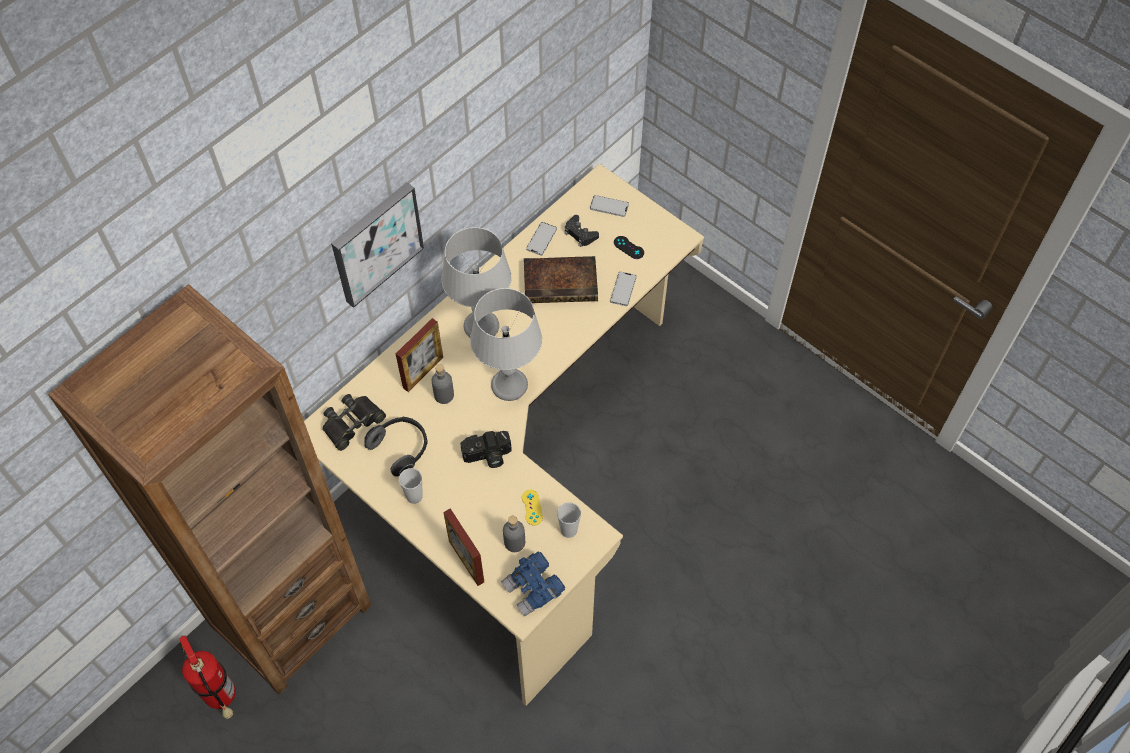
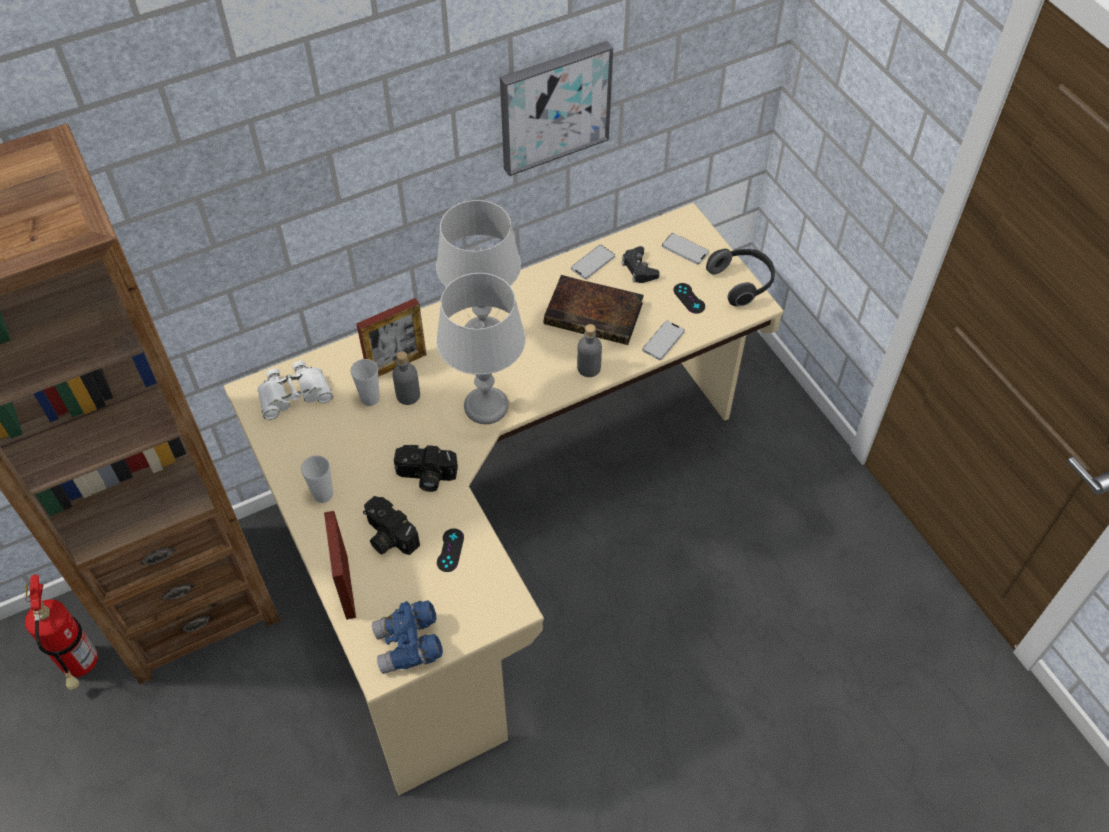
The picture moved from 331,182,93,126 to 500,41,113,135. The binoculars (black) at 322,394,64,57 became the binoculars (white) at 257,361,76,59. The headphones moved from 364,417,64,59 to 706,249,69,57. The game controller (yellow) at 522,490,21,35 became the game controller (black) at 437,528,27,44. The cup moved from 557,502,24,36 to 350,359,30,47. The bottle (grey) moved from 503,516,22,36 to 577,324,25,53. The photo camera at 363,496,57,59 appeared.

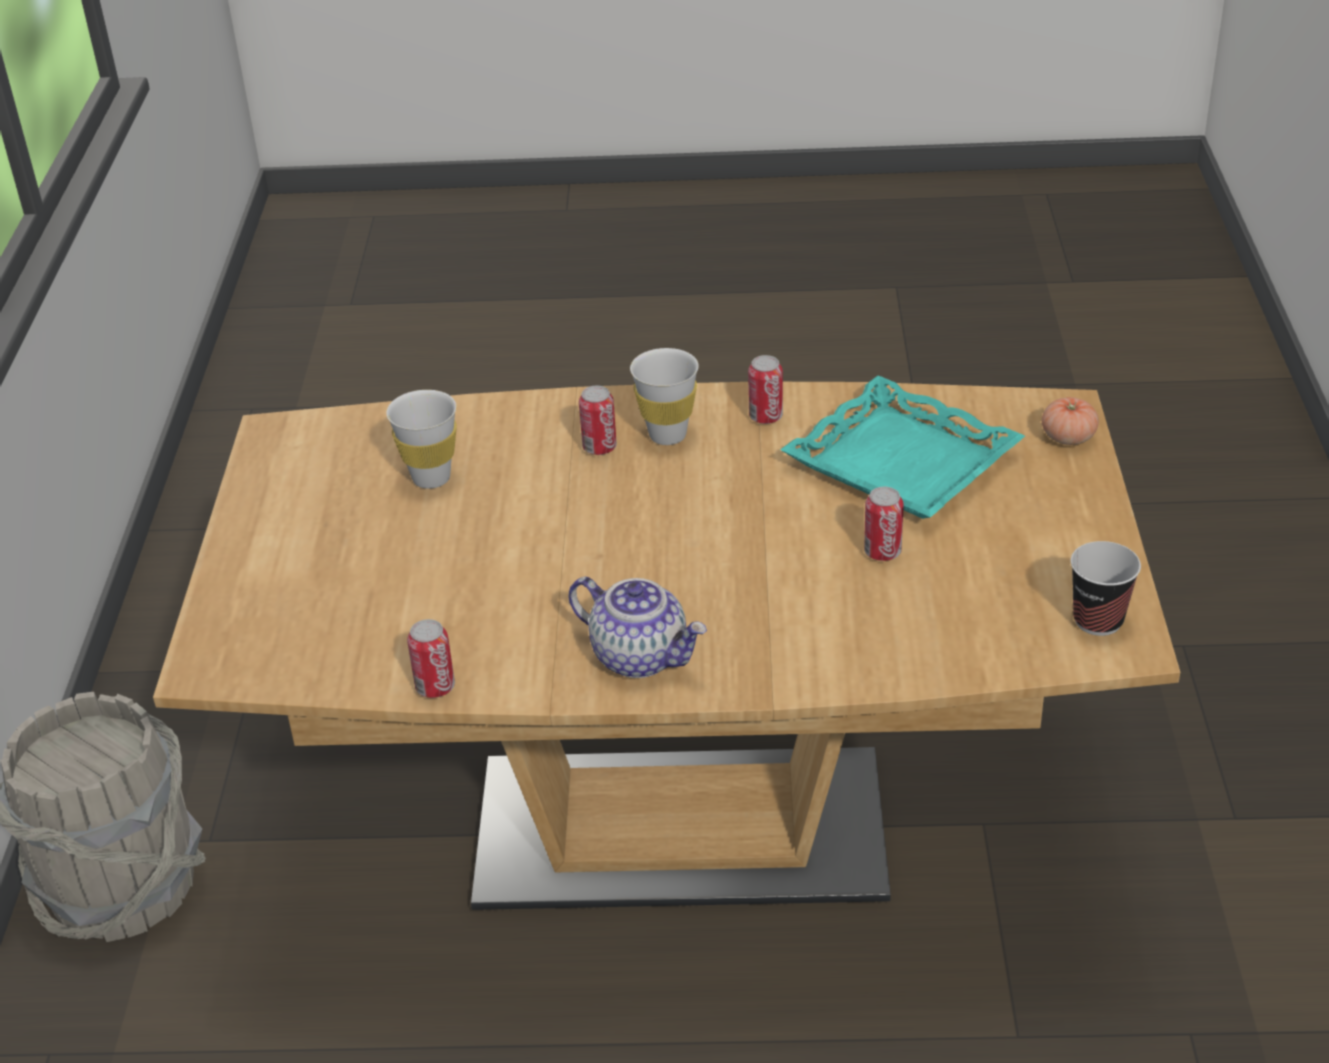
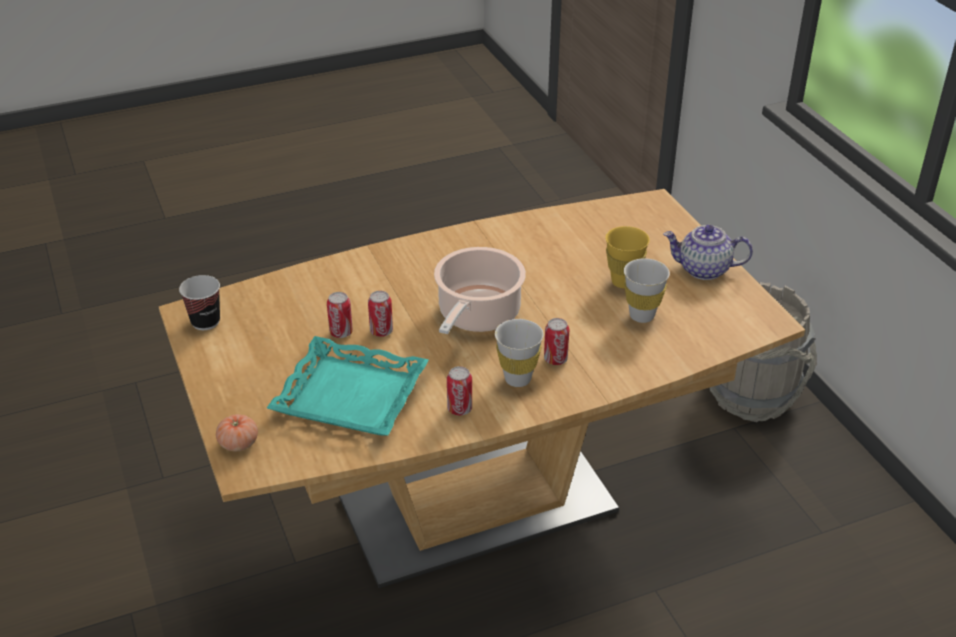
The teapot moved from 568,577,139,101 to 663,225,90,55. The can moved from 407,619,48,79 to 368,291,25,46. The cup (yellow) at 605,226,45,62 appeared. The cooking pot at 434,247,92,87 appeared.

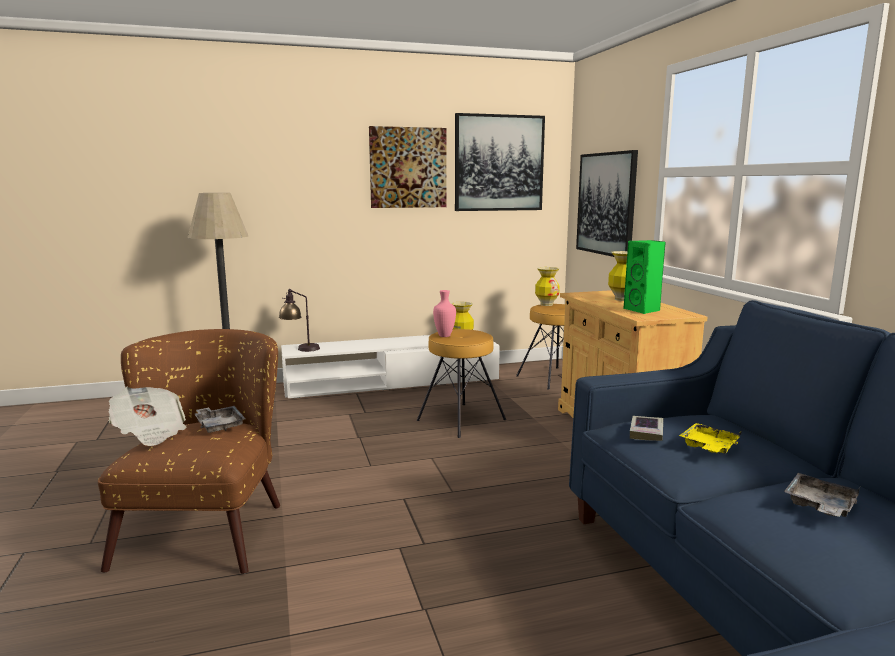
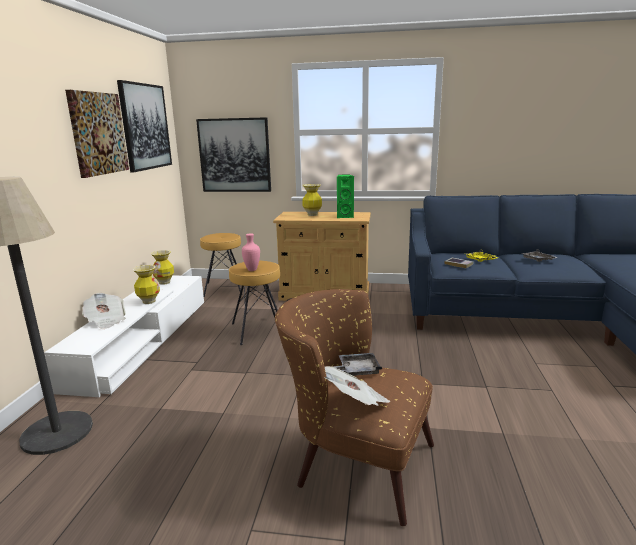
The vase moved from 535,267,25,39 to 133,265,27,39. The table lamp at 279,289,41,63 disappeared. The newspaper at 82,293,44,36 appeared.

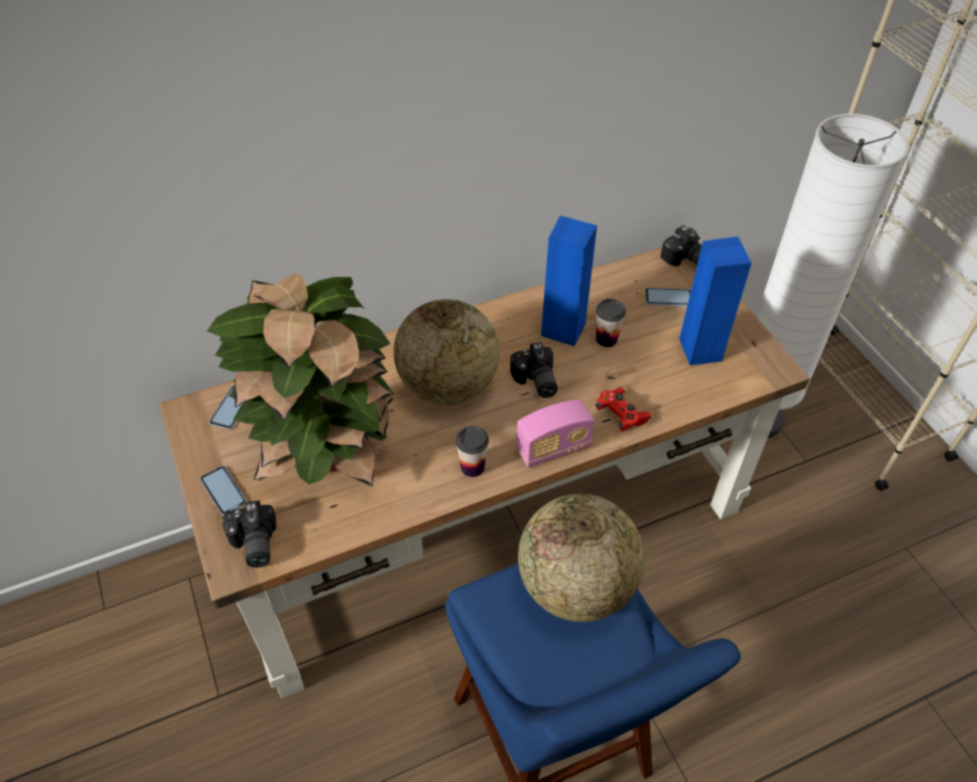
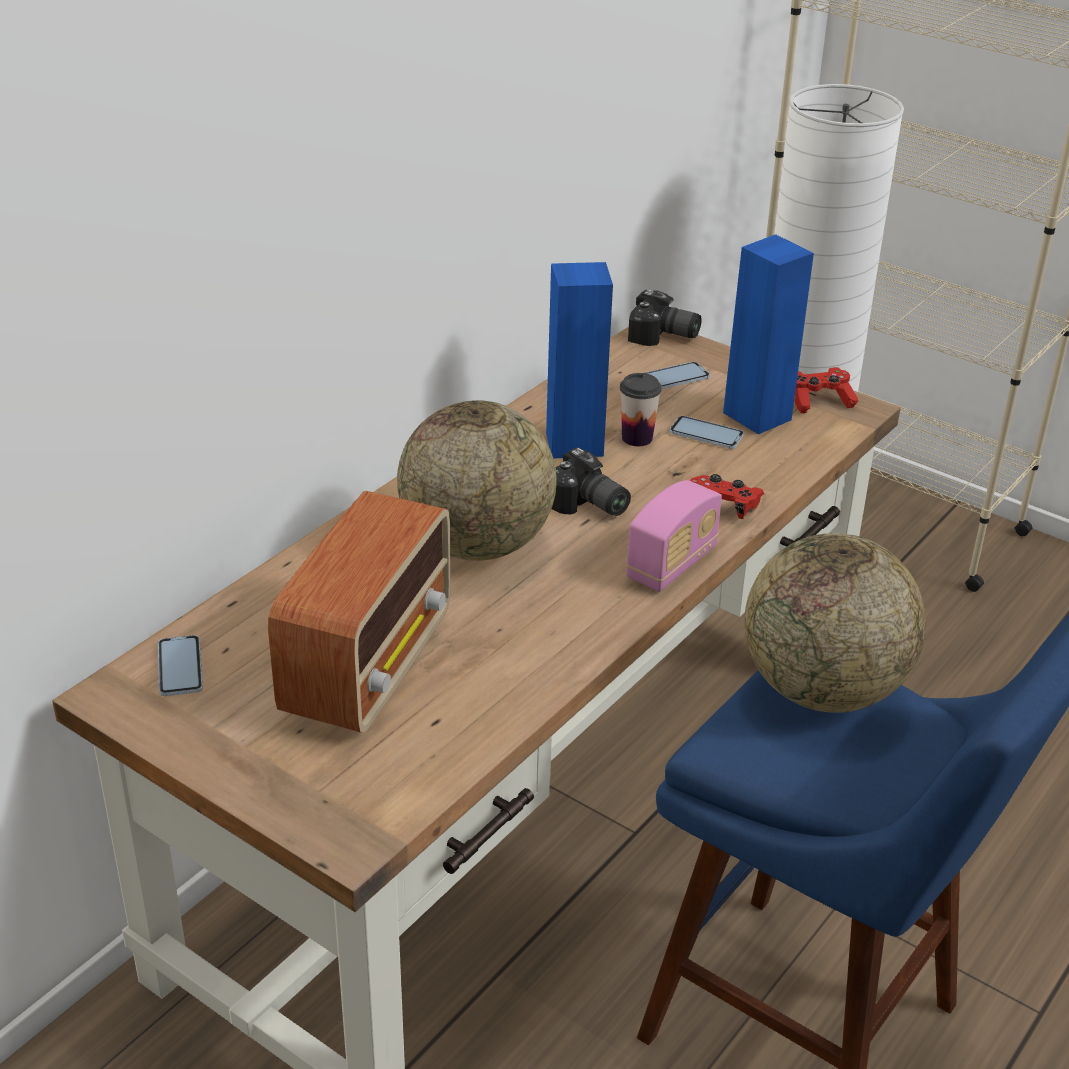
The potted plant at 207,274,187,213 was replaced by the radio at 268,491,183,242. The cup at 456,426,33,51 disappeared. The phone moved from 200,466,47,49 to 670,416,74,33. The photo camera at 222,500,55,68 disappeared. The game controller (red) at 795,367,64,46 appeared.

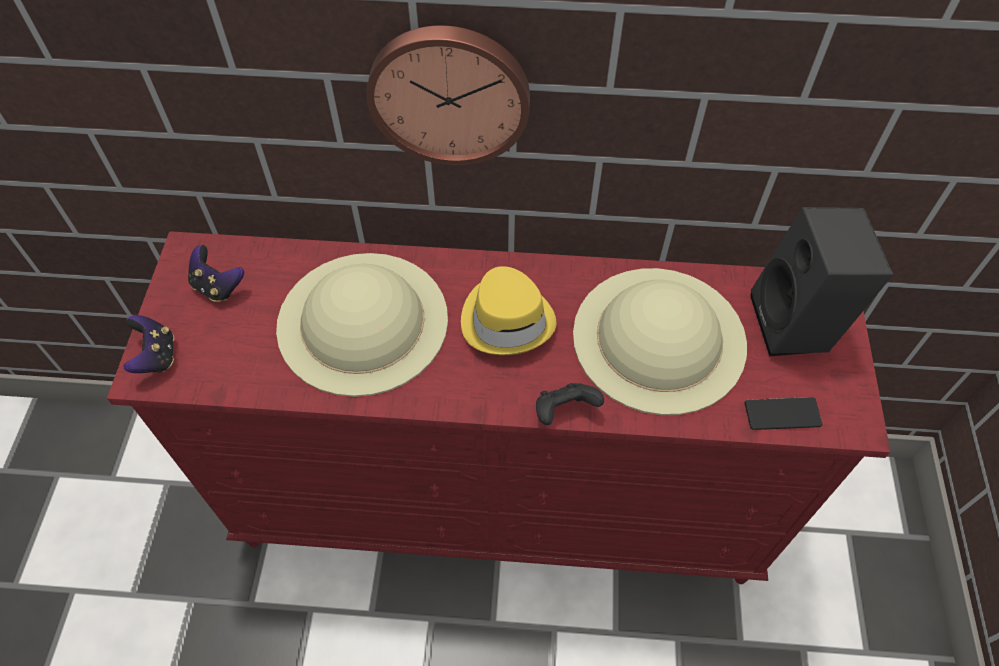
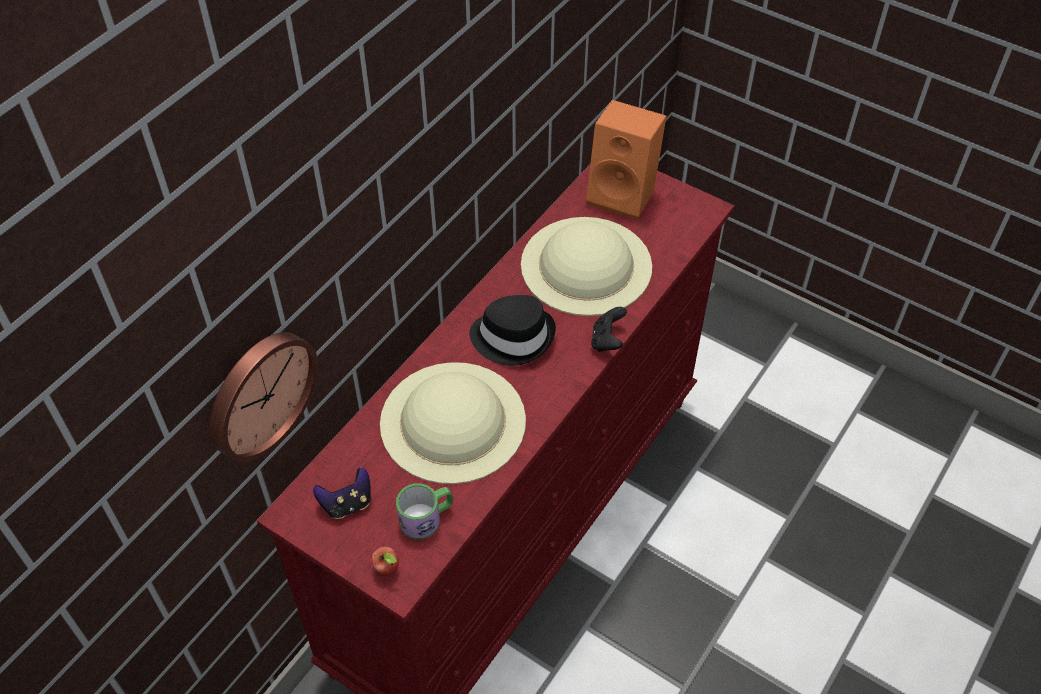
The wall clock moved from 366,25,164,140 to 210,332,108,130. The speaker (black) at 750,207,143,149 became the speaker (orange) at 586,100,80,120. The hat (yellow) at 461,266,95,89 became the hat (black) at 469,295,87,71. The game controller at 123,315,51,58 was replaced by the apple at 371,547,28,29. The phone at 745,397,77,33 disappeared. The mug at 396,483,57,57 appeared.

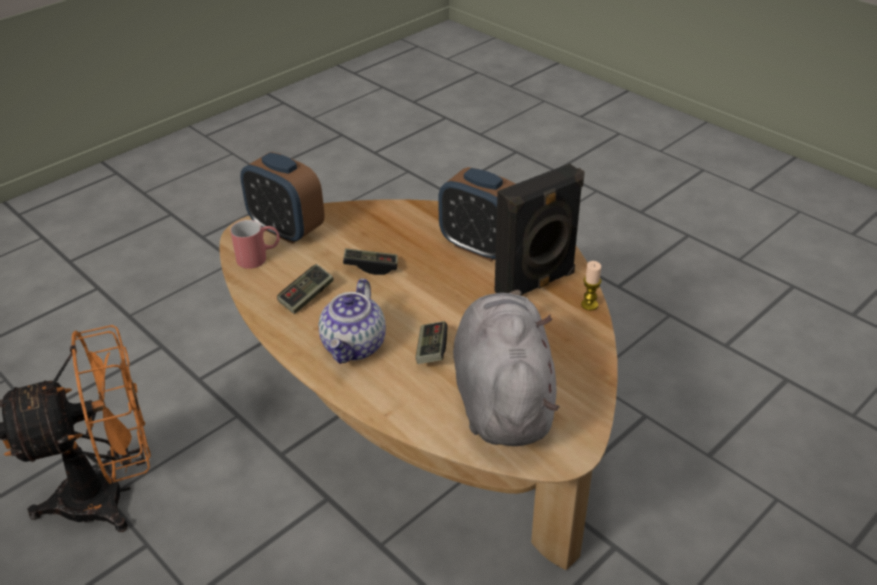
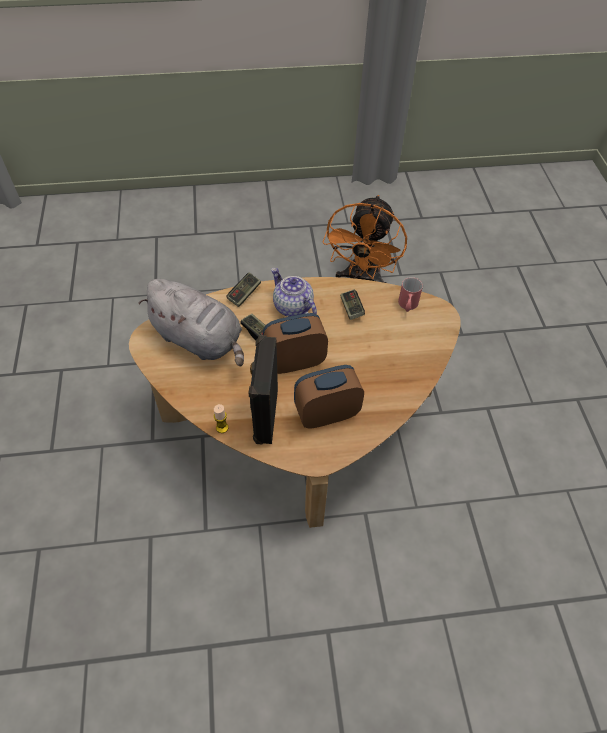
The alarm clock moved from 240,152,85,92 to 263,313,65,61. The game controller moved from 343,248,55,27 to 226,272,35,35.

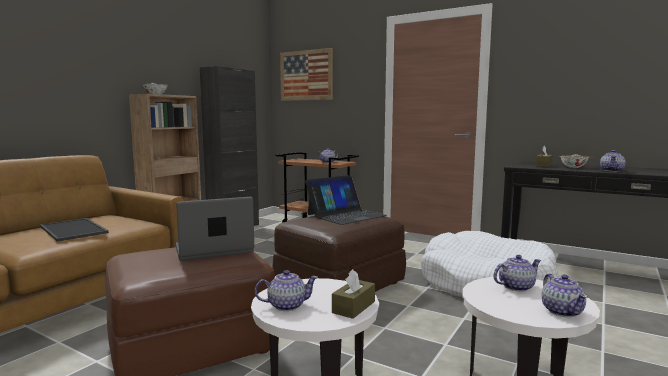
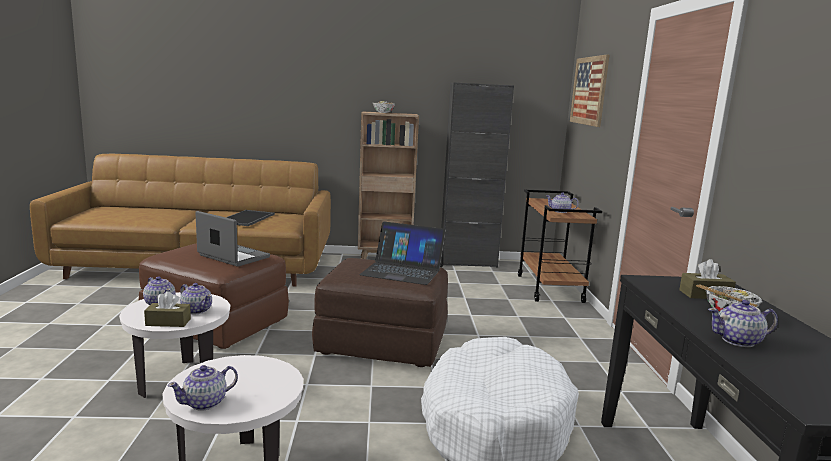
The teapot moved from 494,255,47,37 to 180,283,32,31.

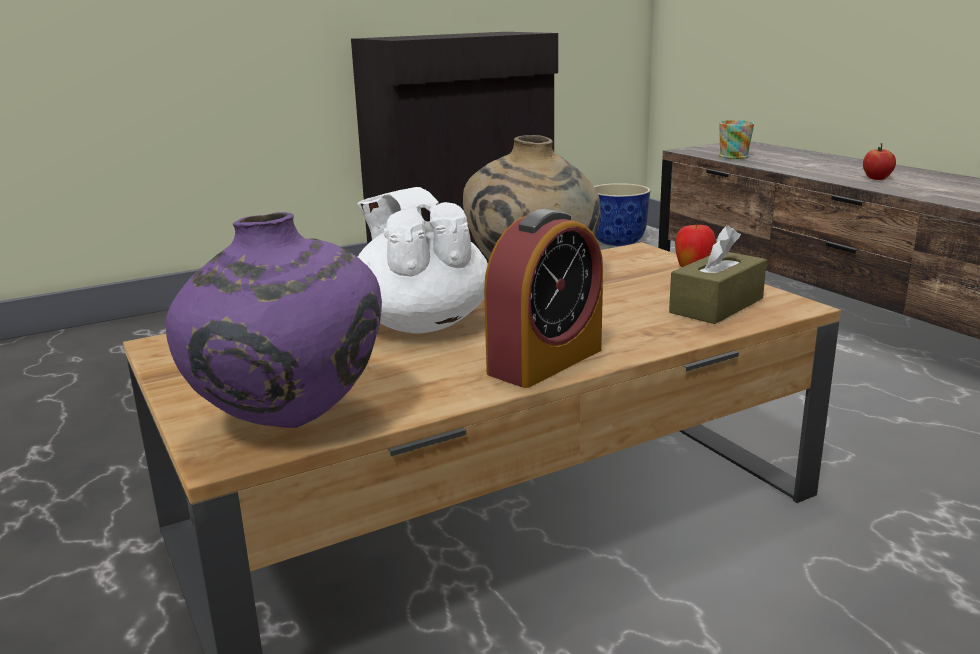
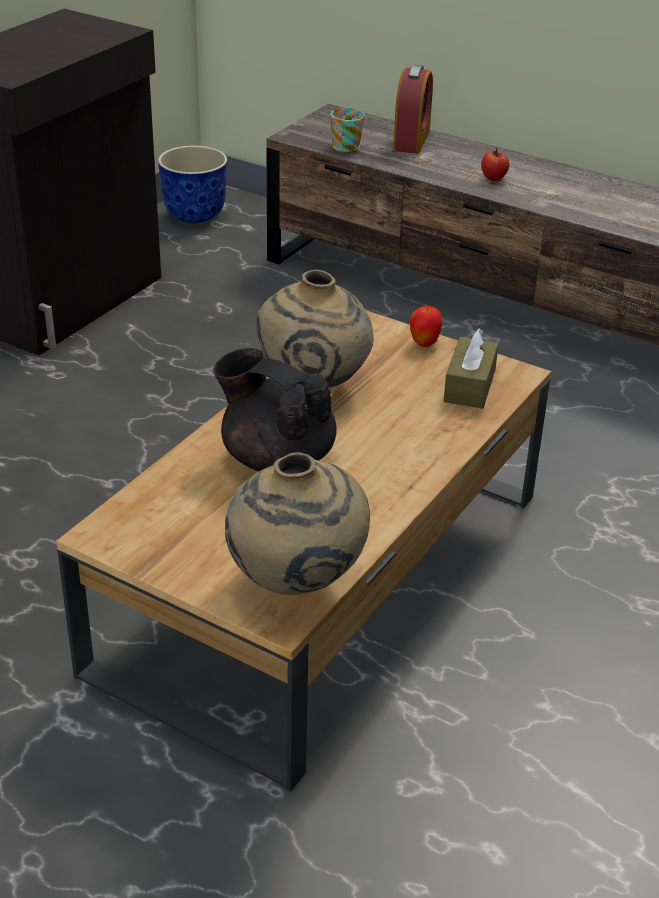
The teapot (white) at 357,187,131,147 became the teapot (black) at 214,348,123,124. The alarm clock moved from 484,209,119,179 to 393,65,40,89. The vase (purple) at 166,212,216,216 became the vase (beige) at 225,452,145,143.

